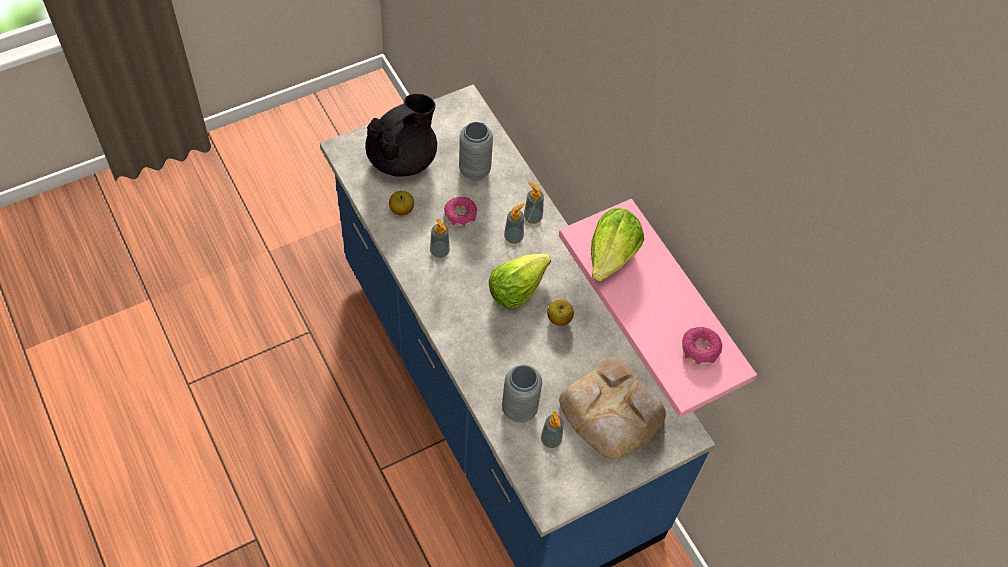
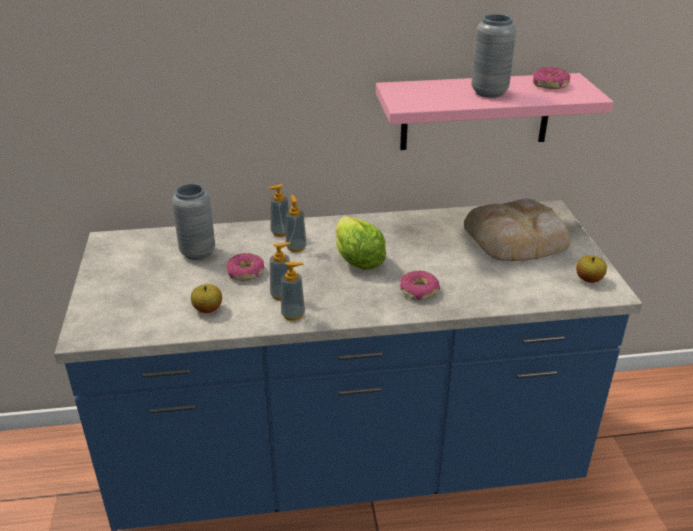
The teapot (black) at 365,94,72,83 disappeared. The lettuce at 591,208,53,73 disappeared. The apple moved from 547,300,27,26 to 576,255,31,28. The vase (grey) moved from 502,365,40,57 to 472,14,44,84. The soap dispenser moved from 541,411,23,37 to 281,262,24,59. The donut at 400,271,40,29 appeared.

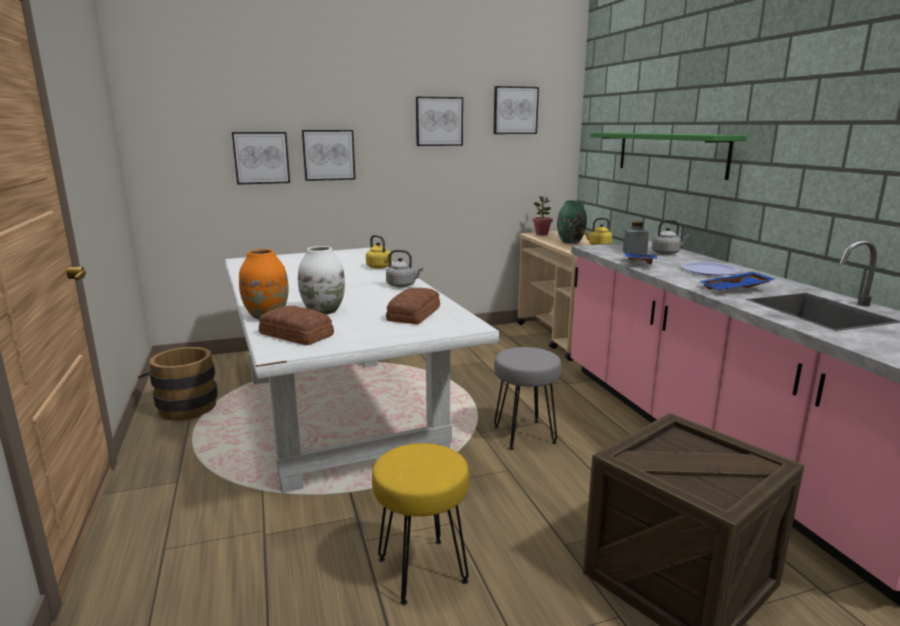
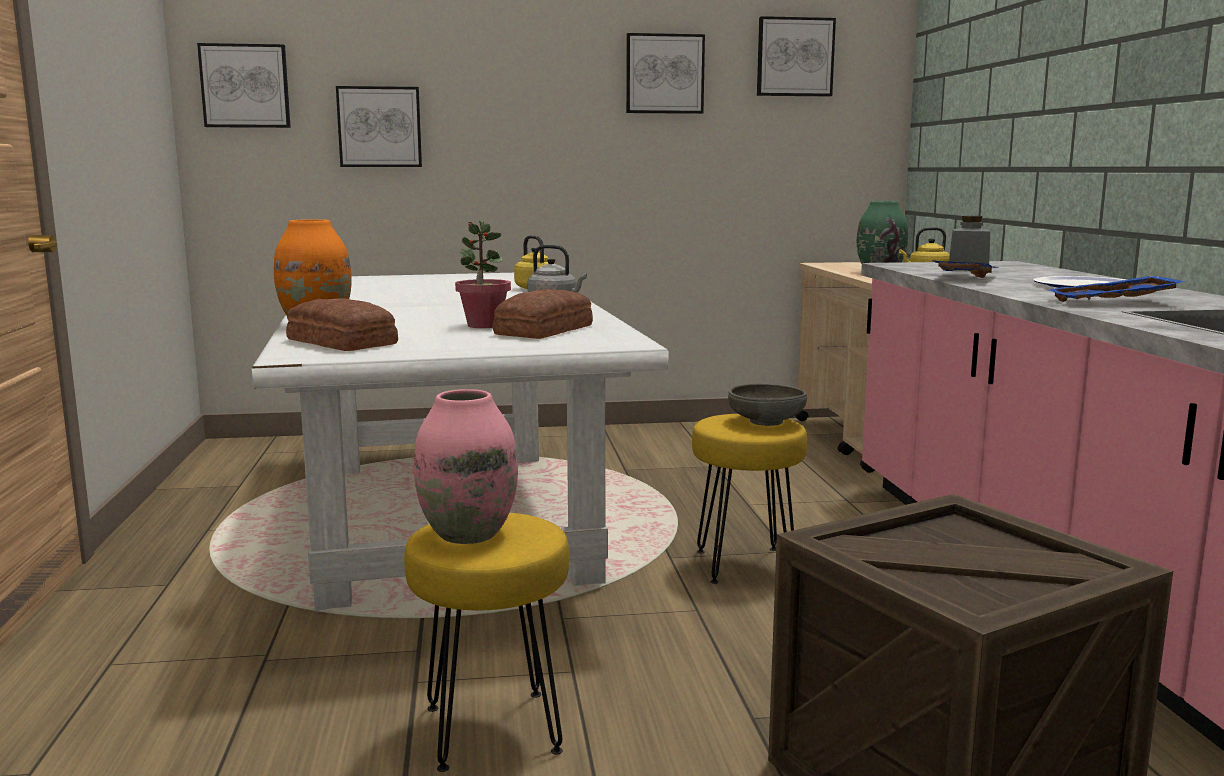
The picture moved from 302,130,54,51 to 197,43,94,85. The shelf (green) at 590,133,157,47 disappeared. The potted plant moved from 533,196,20,39 to 455,221,56,107. The kettle (grey) at 652,220,37,35 disappeared. The vase (white) at 298,246,47,69 disappeared. The bucket (brown) at 138,347,80,74 disappeared. The stool (grey) at 494,347,67,103 became the stool (yellow) at 692,414,115,170. The bowl (grey) at 728,383,79,43 appeared. The vase (pink) at 414,389,104,155 appeared.

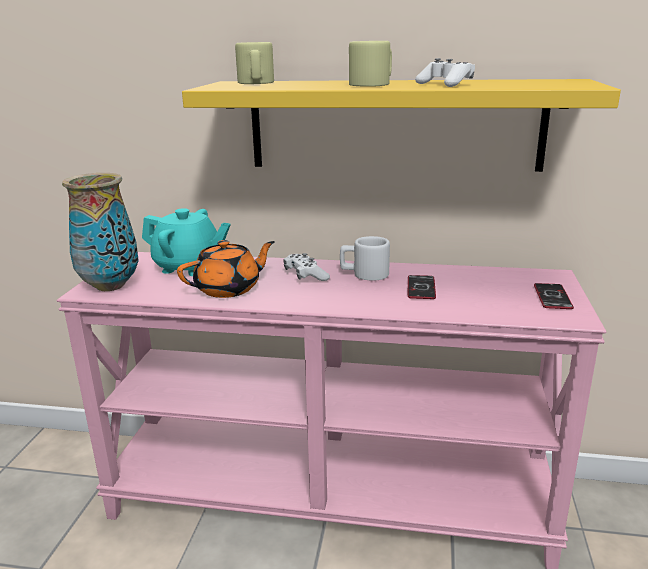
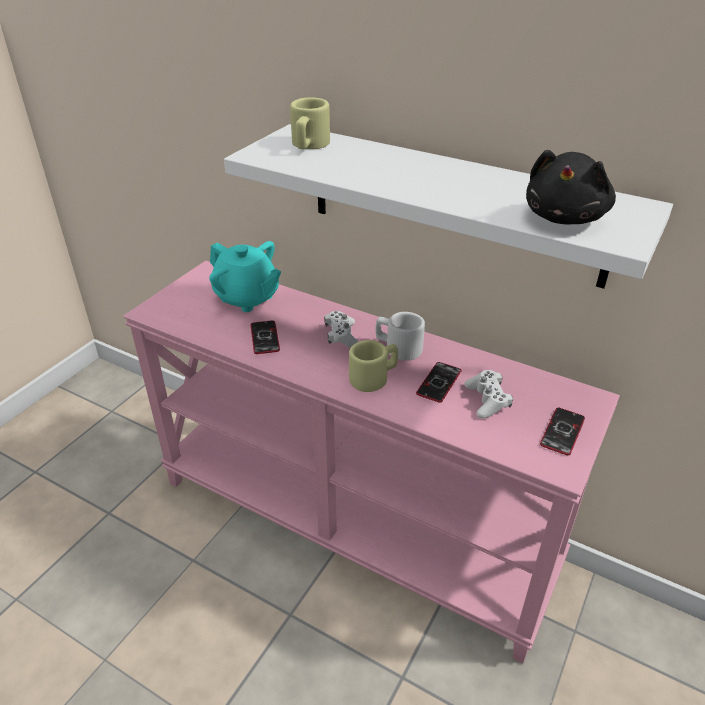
The mug (beige) moved from 349,41,43,46 to 349,340,49,52. The game controller (white) moved from 415,58,60,29 to 464,370,49,48. The shelf (yellow) at 182,79,439,93 became the shelf (white) at 224,124,449,165. The vase at 62,173,77,118 disappeared. The teapot (orange) at 177,240,98,58 was replaced by the phone at 251,320,29,34. The plush toy (black) at 526,150,90,74 appeared.

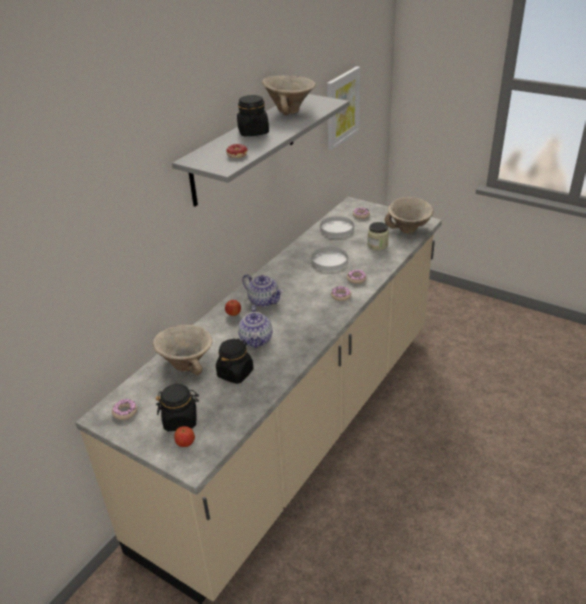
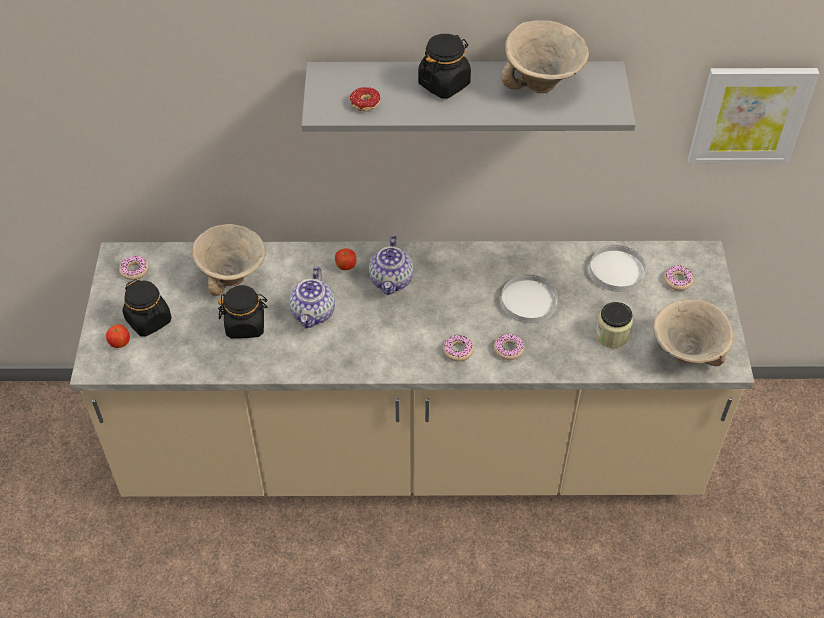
The teapot at 238,305,34,43 turned 45 degrees counterclockwise.

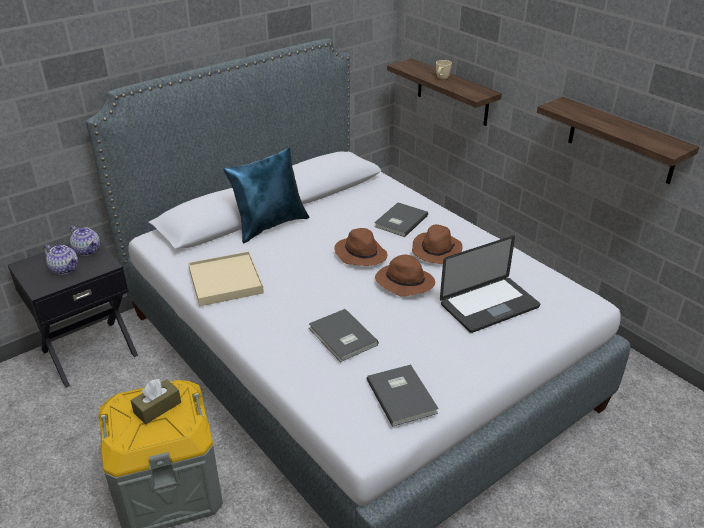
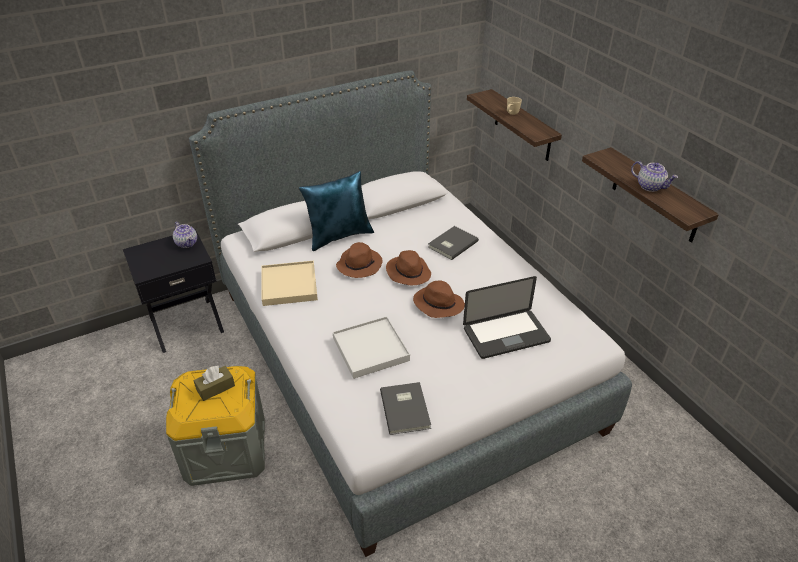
The hat (brown) moved from 412,224,51,40 to 336,242,47,36. The teapot moved from 44,245,34,30 to 631,161,47,31. The book (grey) at 309,309,70,53 was replaced by the tray (white) at 333,316,77,63.

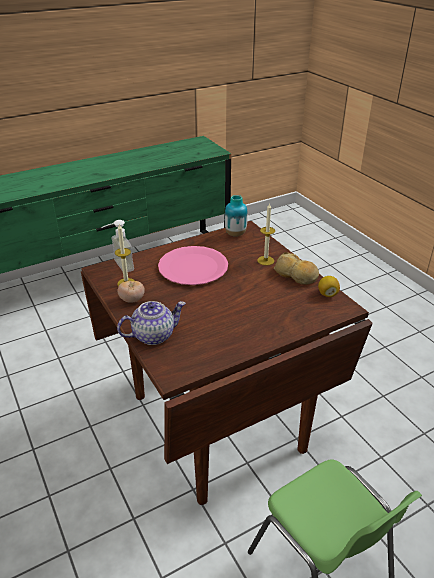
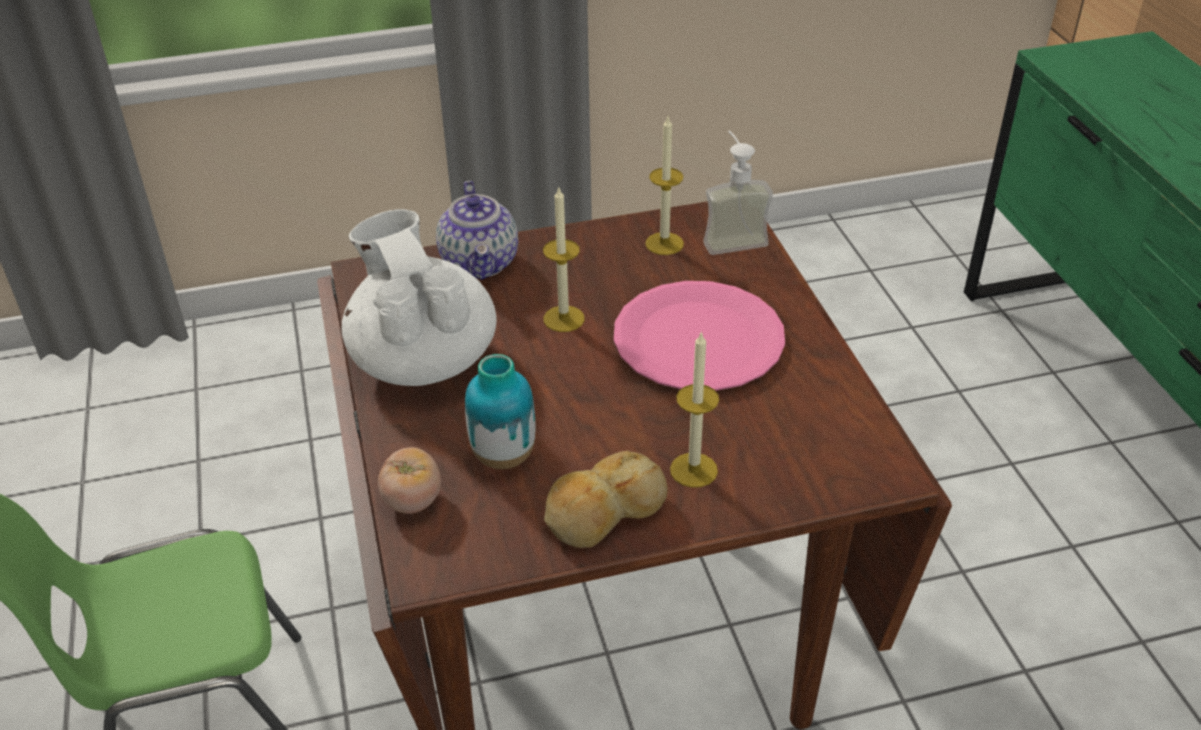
The vase moved from 225,195,23,42 to 465,354,70,115. The lemon at 318,276,22,21 disappeared. The tomato moved from 117,281,28,22 to 378,447,63,67. The candle at 543,186,42,146 appeared. The teapot (white) at 342,209,155,177 appeared.

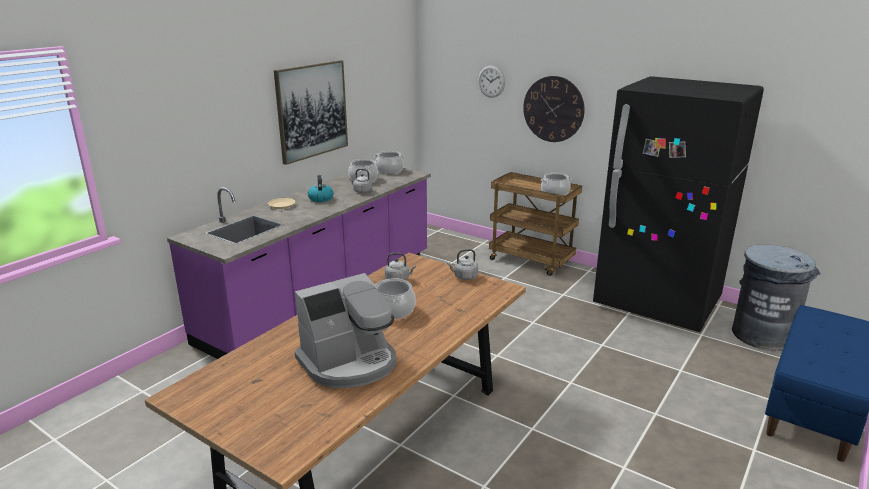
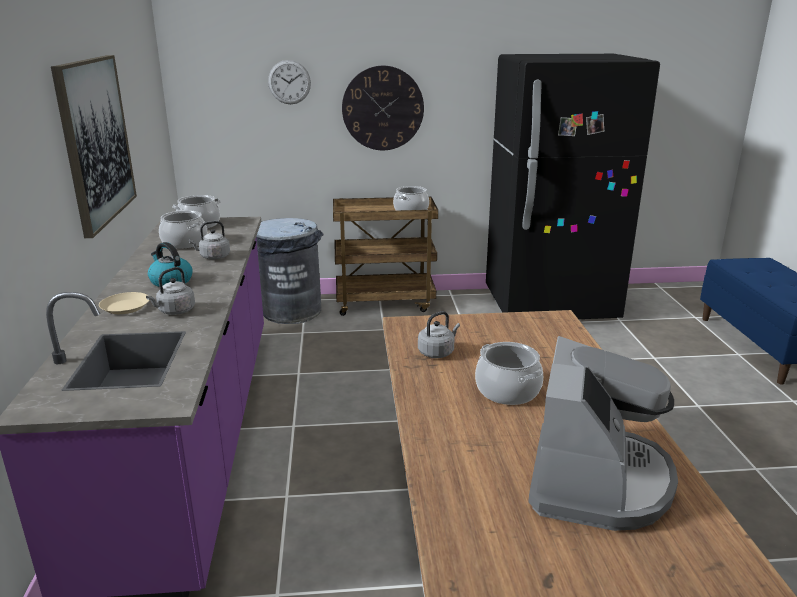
The trash can (grey) moved from 732,244,89,107 to 256,218,68,106. The kettle (grey) moved from 447,249,31,31 to 146,267,49,48.

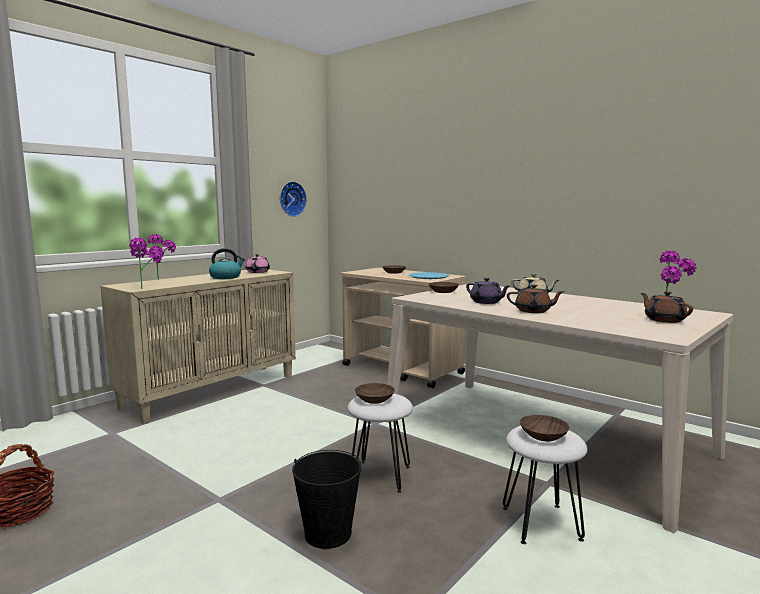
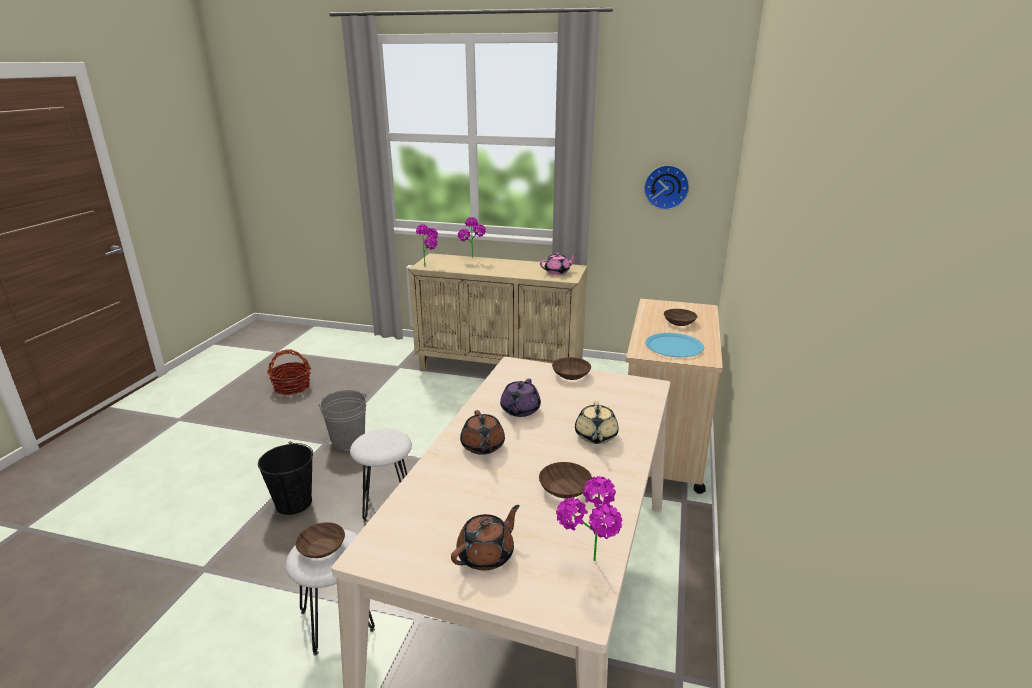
The kettle at 209,248,36,31 disappeared. The bowl (brown) moved from 355,383,40,21 to 539,462,53,36. The bucket (grey) at 316,390,51,60 appeared.

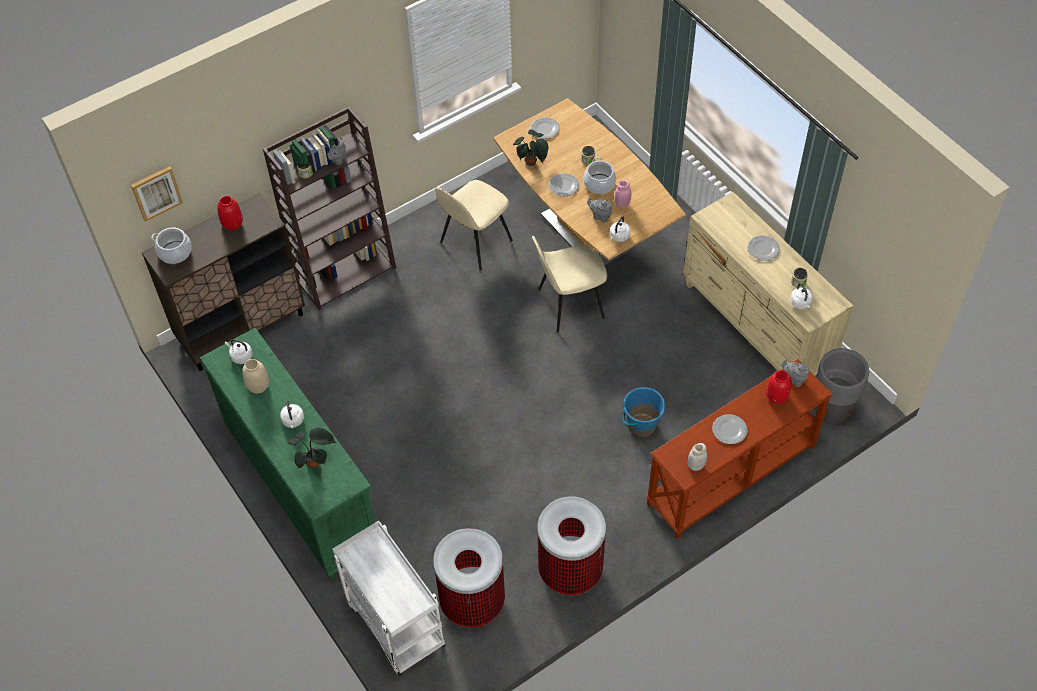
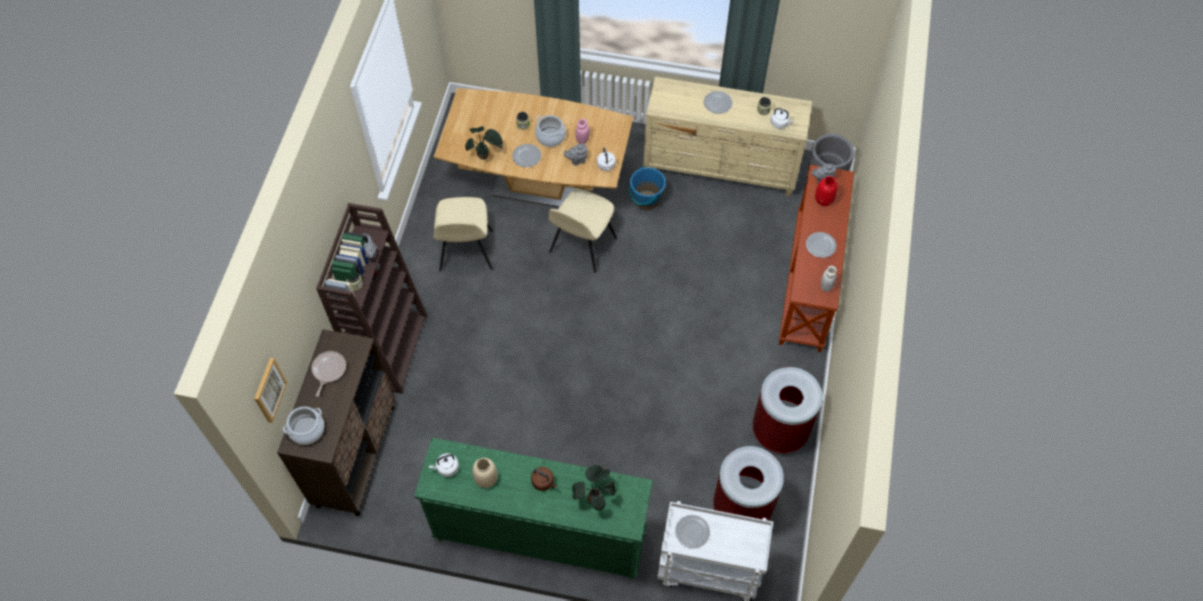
The plate moved from 530,117,30,22 to 675,515,35,34. The vase (red) at 217,196,26,34 was replaced by the frying pan at 312,351,34,46. The bucket (blue) moved from 622,387,43,50 to 630,167,36,43. The kettle (white) at 280,400,24,28 became the kettle (brown) at 531,467,26,24.

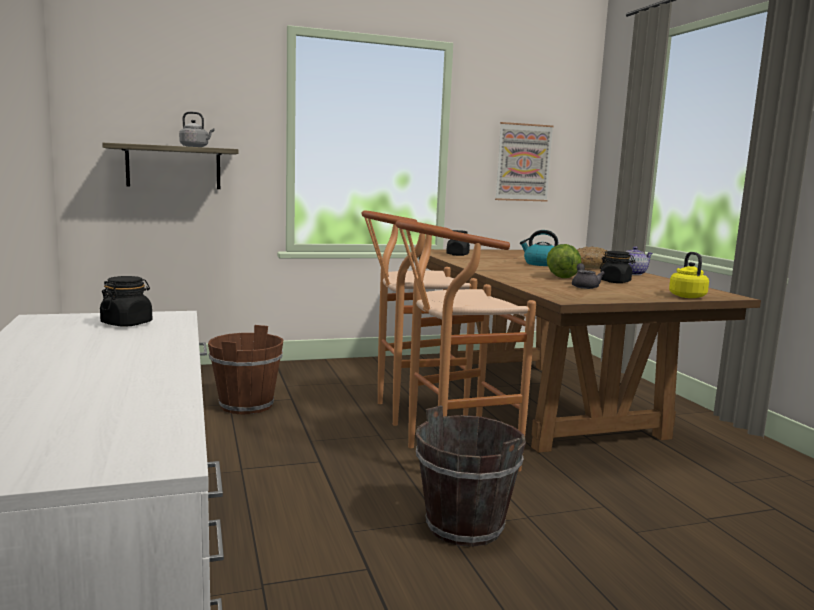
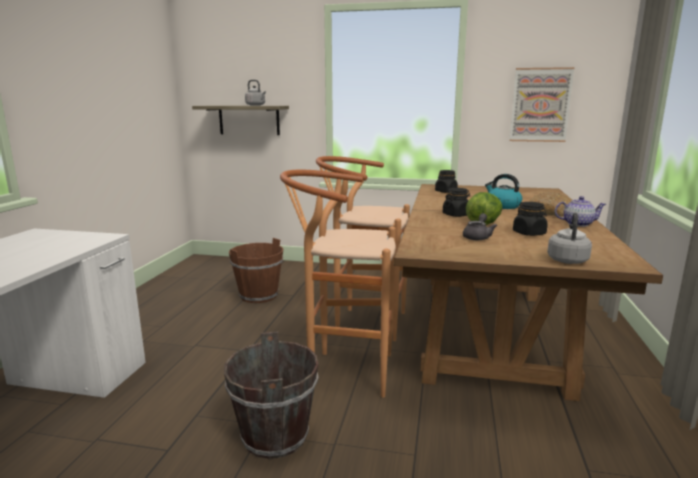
The kettle (yellow) at 669,252,40,46 became the kettle (grey) at 547,212,45,52. The jar (black) moved from 100,276,52,50 to 443,188,27,29.

